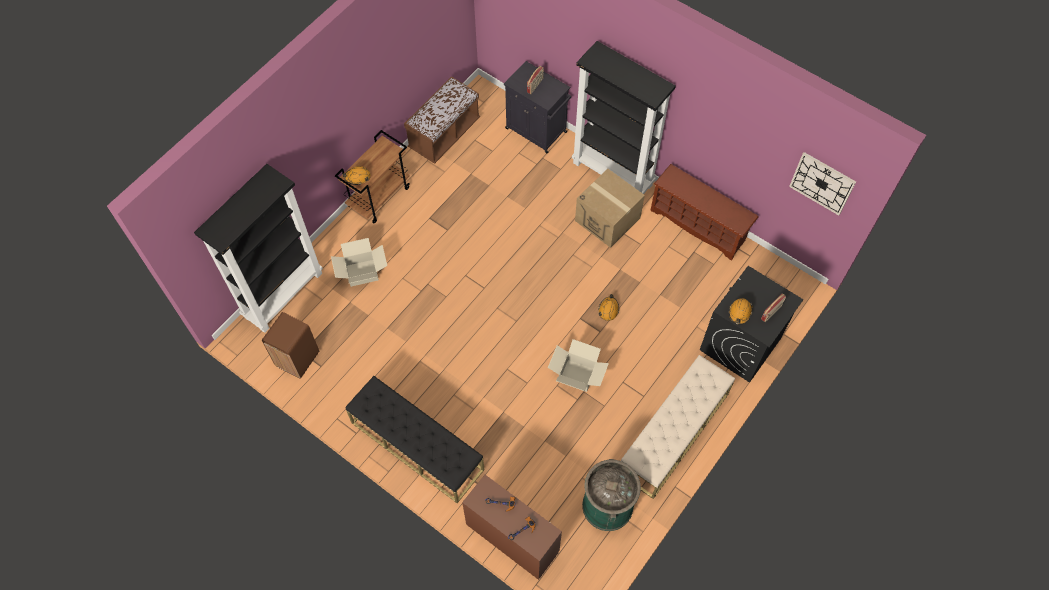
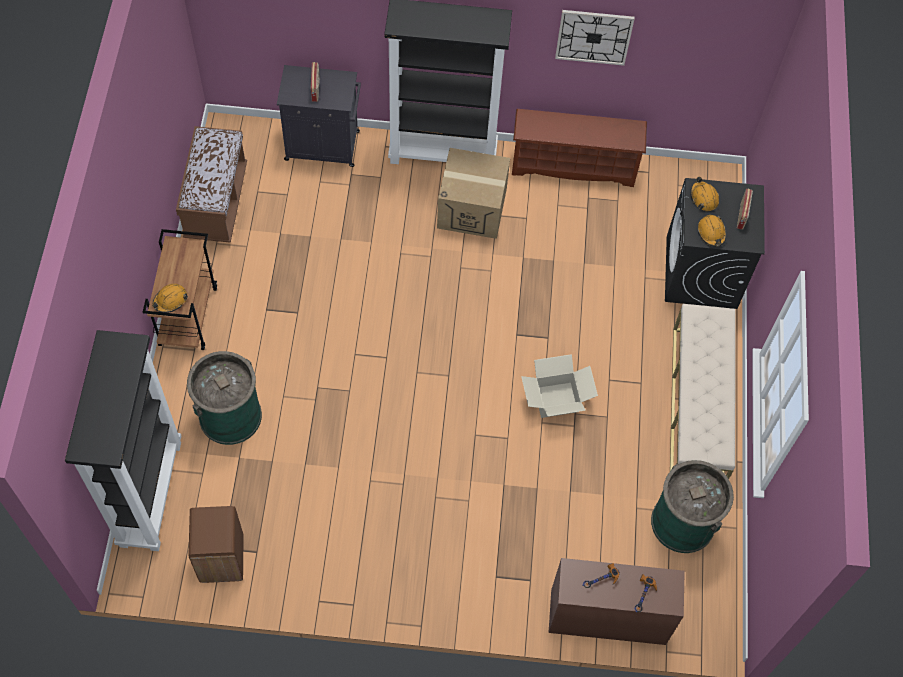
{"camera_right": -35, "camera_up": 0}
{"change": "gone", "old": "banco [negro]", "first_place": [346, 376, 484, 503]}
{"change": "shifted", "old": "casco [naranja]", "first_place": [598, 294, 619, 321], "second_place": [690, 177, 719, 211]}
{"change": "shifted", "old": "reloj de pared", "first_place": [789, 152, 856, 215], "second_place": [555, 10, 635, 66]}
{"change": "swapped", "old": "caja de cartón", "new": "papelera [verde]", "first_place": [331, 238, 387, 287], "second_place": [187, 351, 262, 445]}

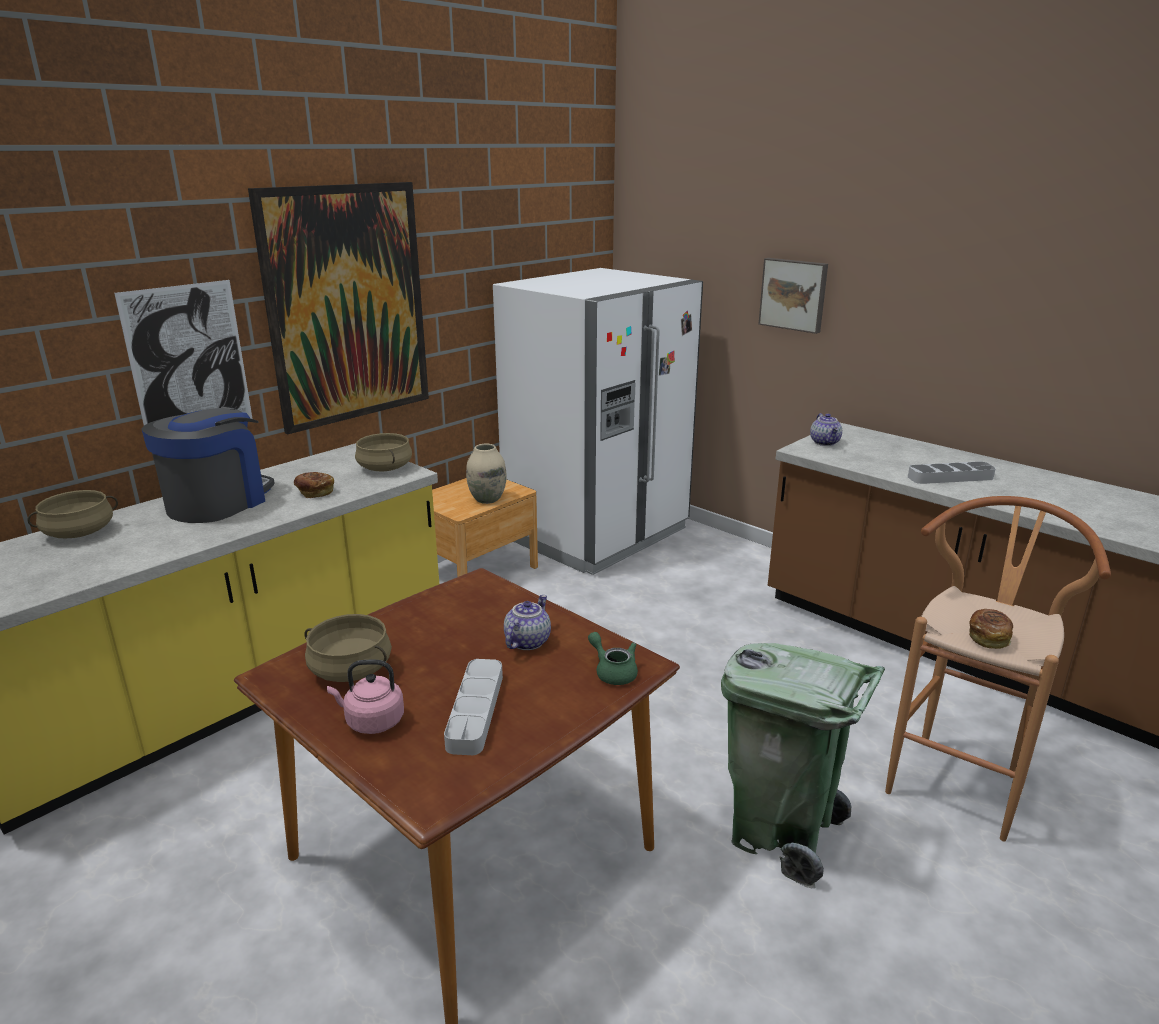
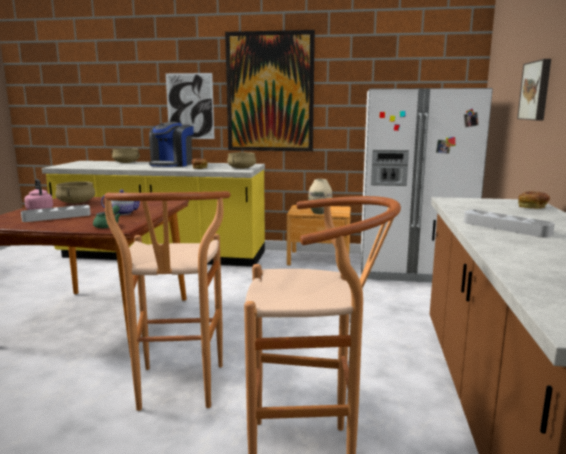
{"camera_right": 55, "camera_up": -10}
{"change": "gone", "old": "tetera", "first_place": [810, 413, 842, 446]}
{"change": "shifted", "old": "pan", "first_place": [969, 609, 1013, 649], "second_place": [518, 191, 550, 209]}
{"change": "swapped", "old": "papelera [verde]", "new": "taburete [marrón]", "first_place": [721, 643, 885, 888], "second_place": [105, 191, 231, 411]}
{"change": "rotated", "old": "cafetera", "first_place": [141, 406, 275, 523], "second_place": [149, 122, 194, 167], "degrees": 120}

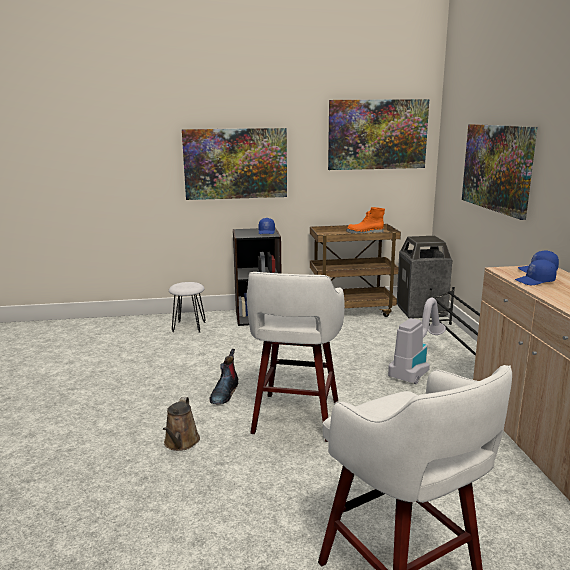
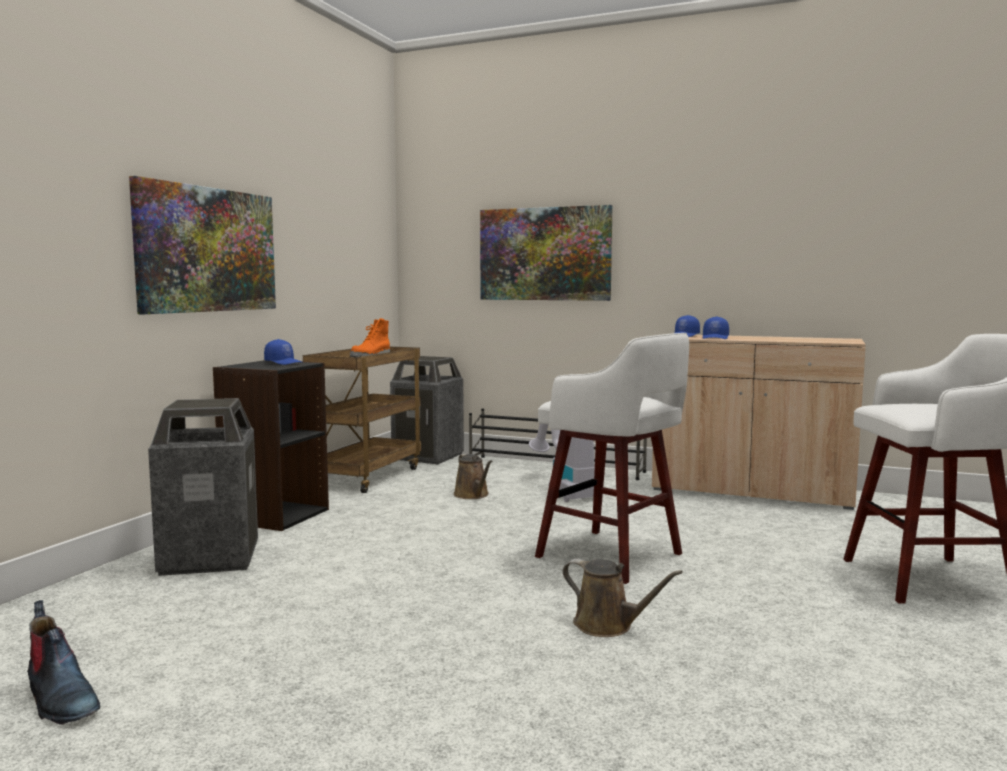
{"camera_right": -60, "camera_up": -10}
{"change": "gone", "old": "cuadro", "first_place": [328, 99, 429, 170]}
{"change": "new", "new": "regadera [marrón]", "second_place": [454, 454, 492, 499]}
{"change": "shifted", "old": "bota", "first_place": [209, 349, 238, 405], "second_place": [27, 600, 100, 725]}
{"change": "swapped", "old": "taburete [blanco]", "new": "papelera", "first_place": [169, 282, 206, 332], "second_place": [148, 398, 258, 576]}

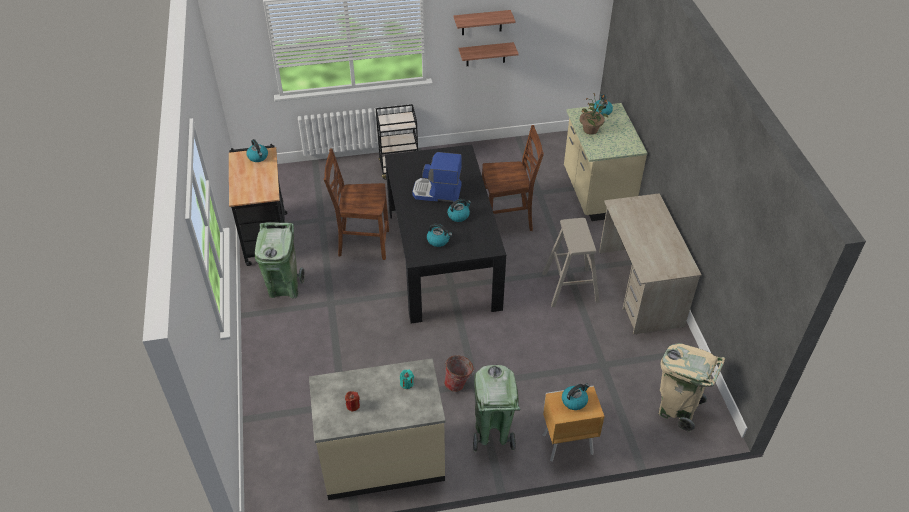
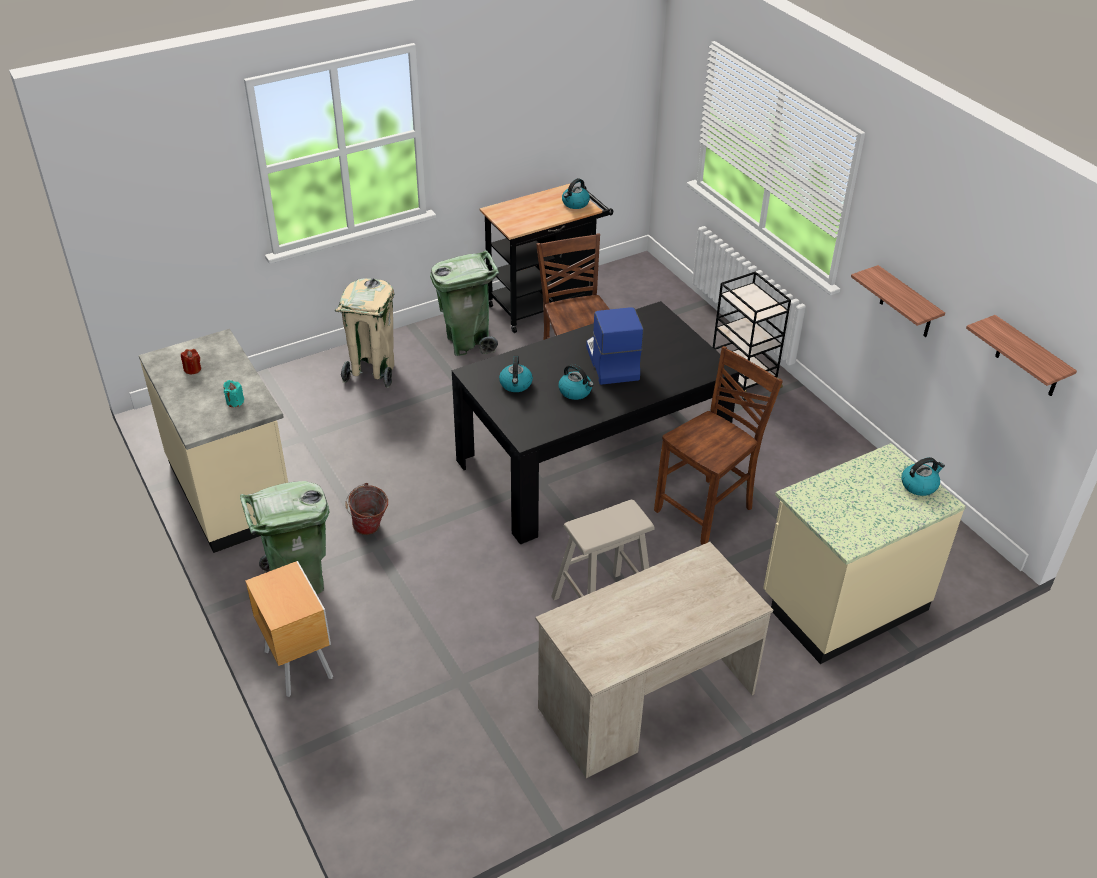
{"camera_right": 70, "camera_up": -5}
{"change": "gone", "old": "hervidor", "first_place": [562, 383, 589, 410]}
{"change": "gone", "old": "planta en maceta", "first_place": [580, 93, 608, 135]}
{"change": "shifted", "old": "estante", "first_place": [454, 10, 516, 35], "second_place": [966, 315, 1077, 396]}
{"change": "shifted", "old": "papelera [beis]", "first_place": [658, 343, 725, 432], "second_place": [335, 278, 394, 388]}
{"change": "rotated", "old": "silla [marrón]", "first_place": [482, 125, 544, 231], "second_place": [654, 346, 783, 545], "degrees": -105}

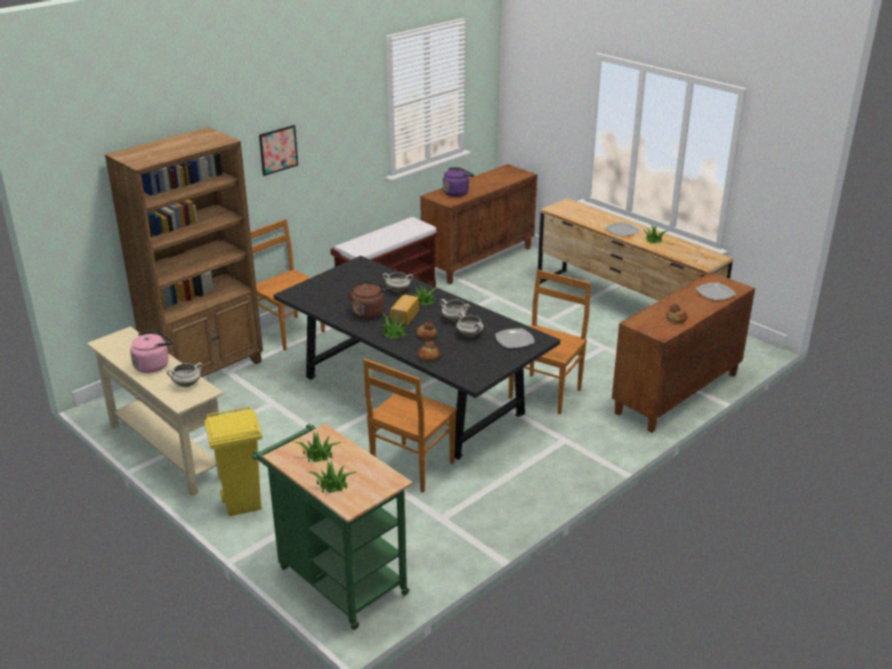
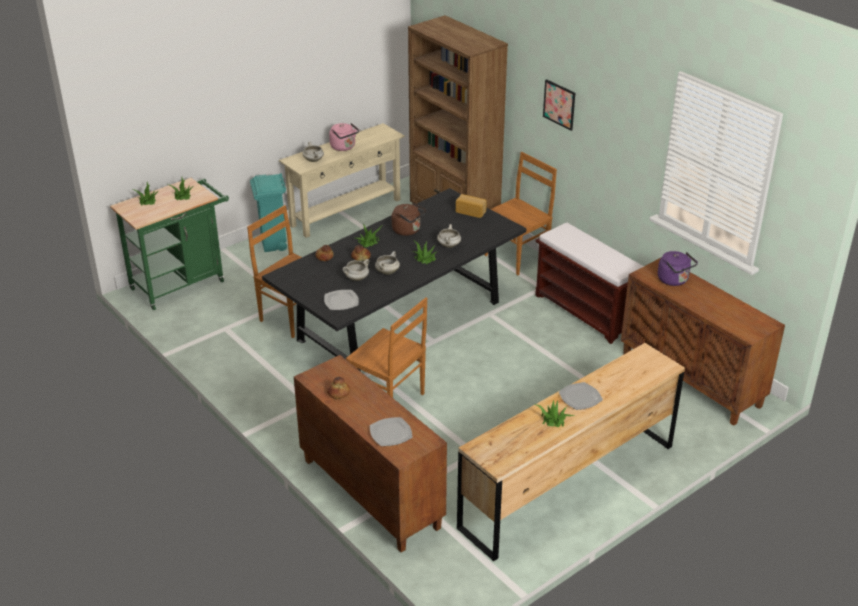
{"camera_right": 95, "camera_up": 5}
{"change": "shifted", "old": "pan", "first_place": [390, 295, 419, 325], "second_place": [456, 194, 487, 218]}
{"change": "repainted", "old": "papelera [amarillo]", "new": "papelera [turquesa]", "first_place": [204, 406, 262, 516], "second_place": [250, 173, 287, 252]}

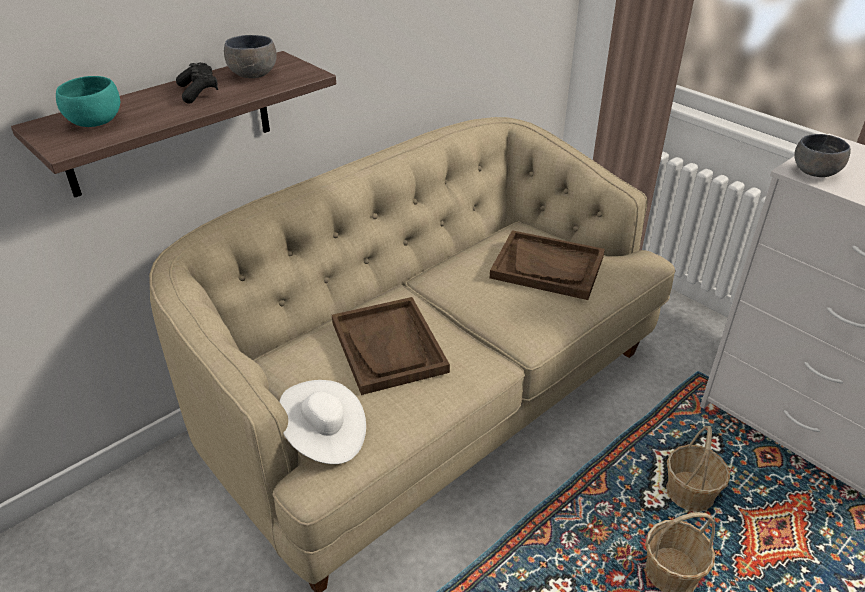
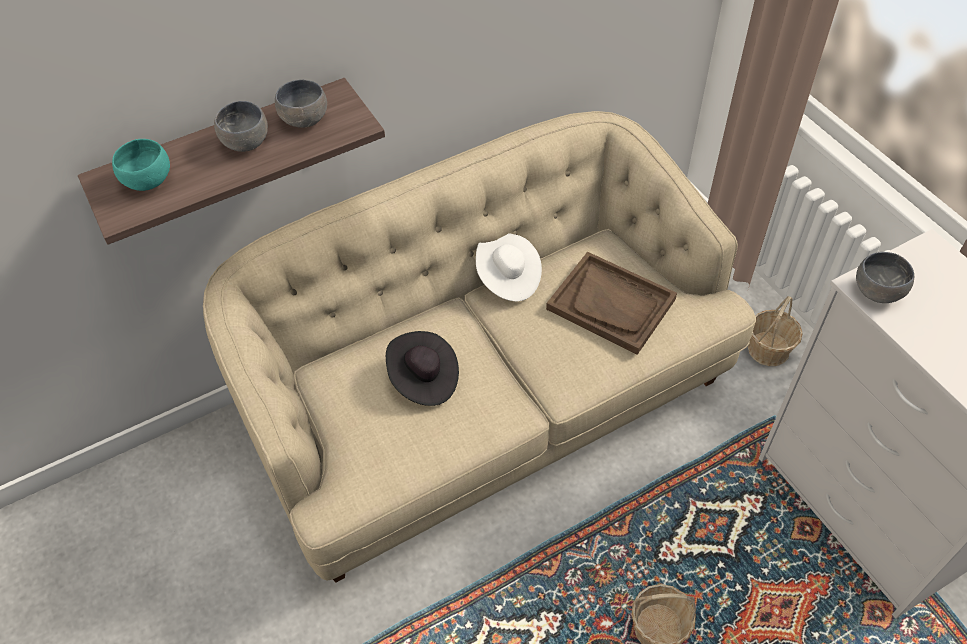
{"camera_right": 15, "camera_up": 15}
{"change": "shifted", "old": "sombrero [blanco]", "first_place": [280, 380, 366, 464], "second_place": [476, 233, 542, 301]}
{"change": "shifted", "old": "cesta", "first_place": [666, 426, 730, 512], "second_place": [748, 296, 803, 366]}
{"change": "swapped", "old": "mando de consola [negro]", "new": "cuenco [gris]", "first_place": [176, 62, 218, 104], "second_place": [214, 101, 268, 152]}
{"change": "swapped", "old": "bandeja [marrón]", "new": "sombrero [negro]", "first_place": [332, 297, 450, 395], "second_place": [386, 331, 459, 406]}

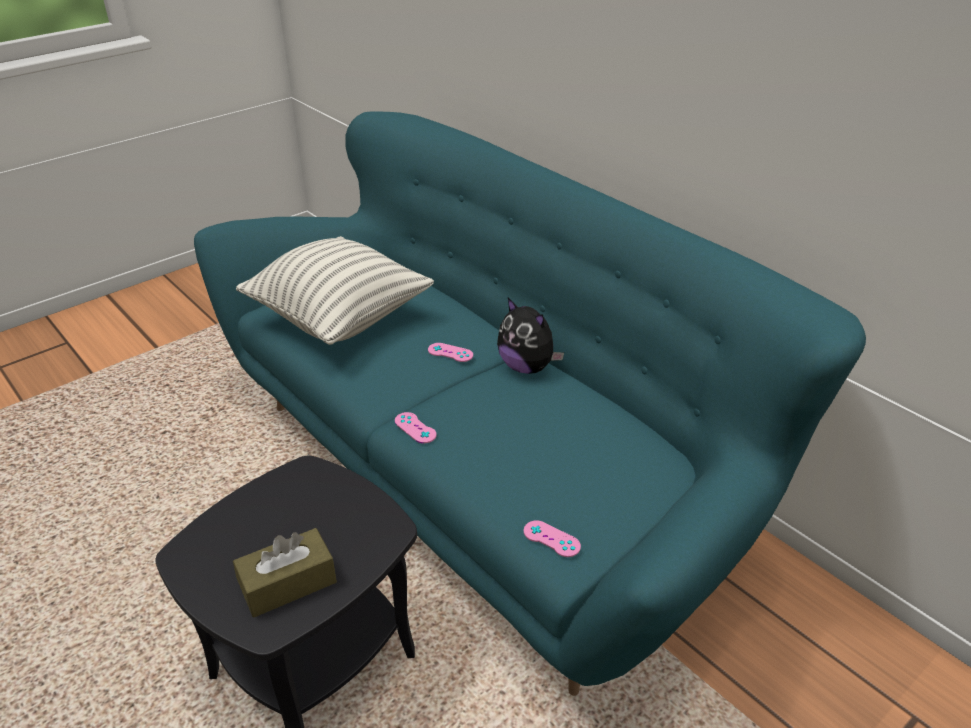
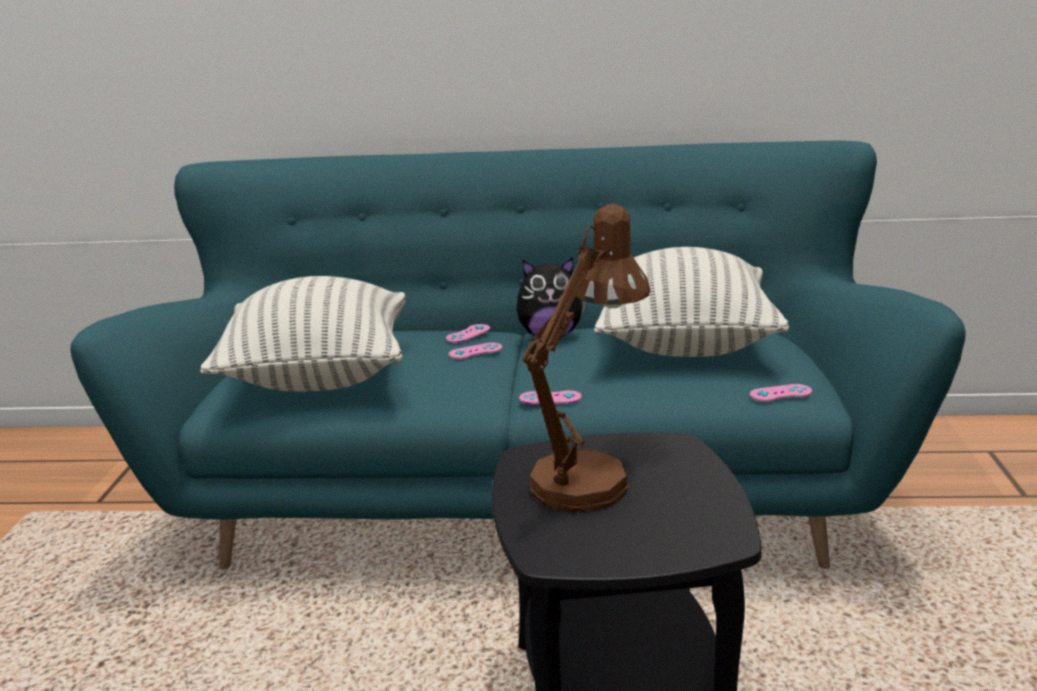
{"camera_right": -45, "camera_up": -15}
{"change": "gone", "old": "caja de pañuelos [marrón]", "first_place": [233, 528, 337, 618]}
{"change": "new", "new": "mando de consola [rosa]", "second_place": [446, 324, 490, 343]}
{"change": "new", "new": "lámpara de mesa [marrón]", "second_place": [522, 204, 650, 512]}
{"change": "new", "new": "cojín", "second_place": [594, 247, 789, 357]}

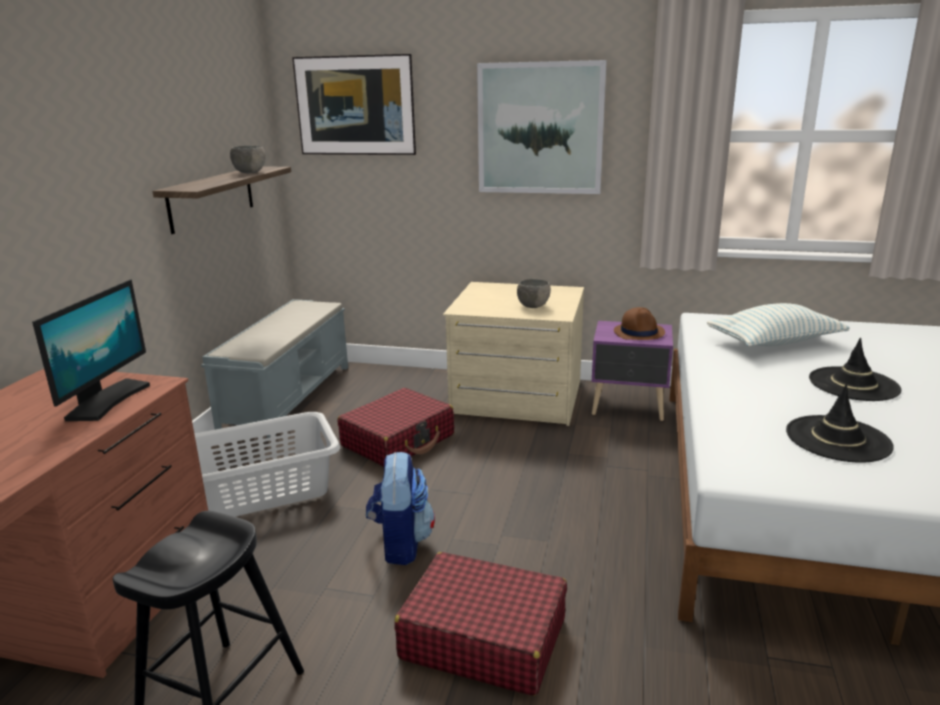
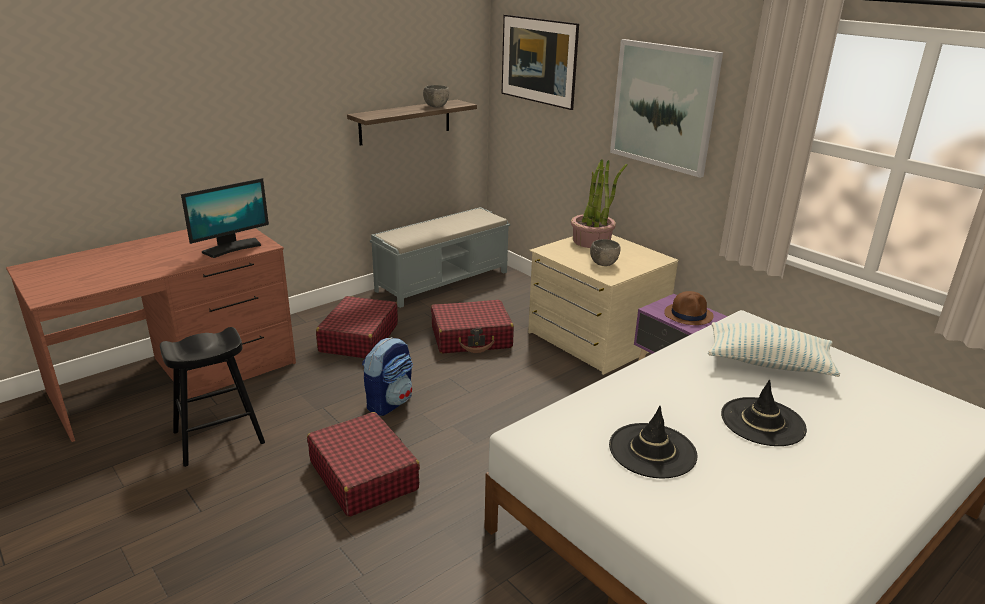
{"camera_right": 35, "camera_up": 5}
{"change": "new", "new": "planta en maceta", "second_place": [571, 159, 628, 248]}
{"change": "swapped", "old": "cesto de la ropa [gris]", "new": "maleta [rojo]", "first_place": [195, 412, 340, 517], "second_place": [316, 296, 398, 358]}

